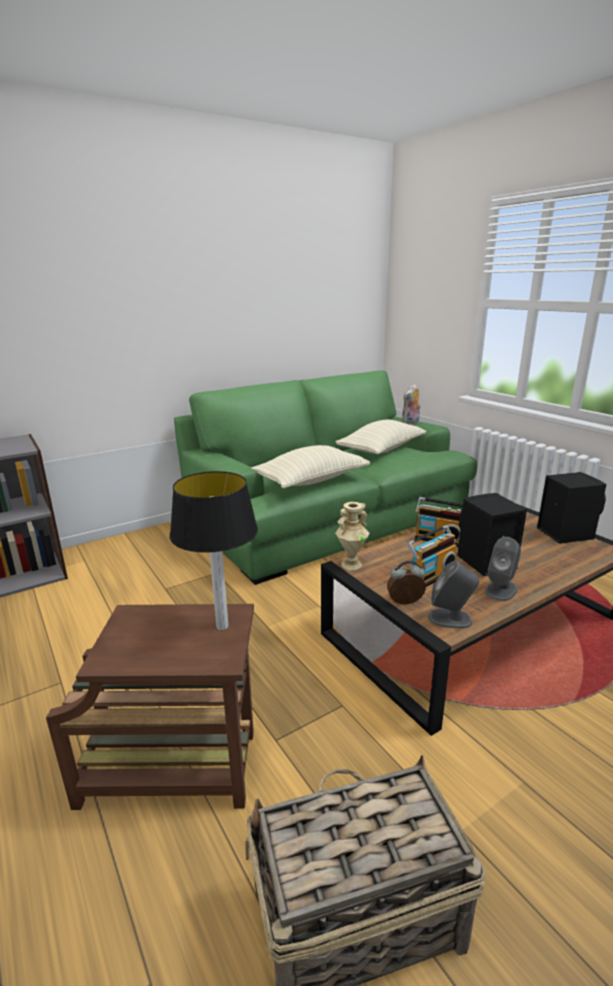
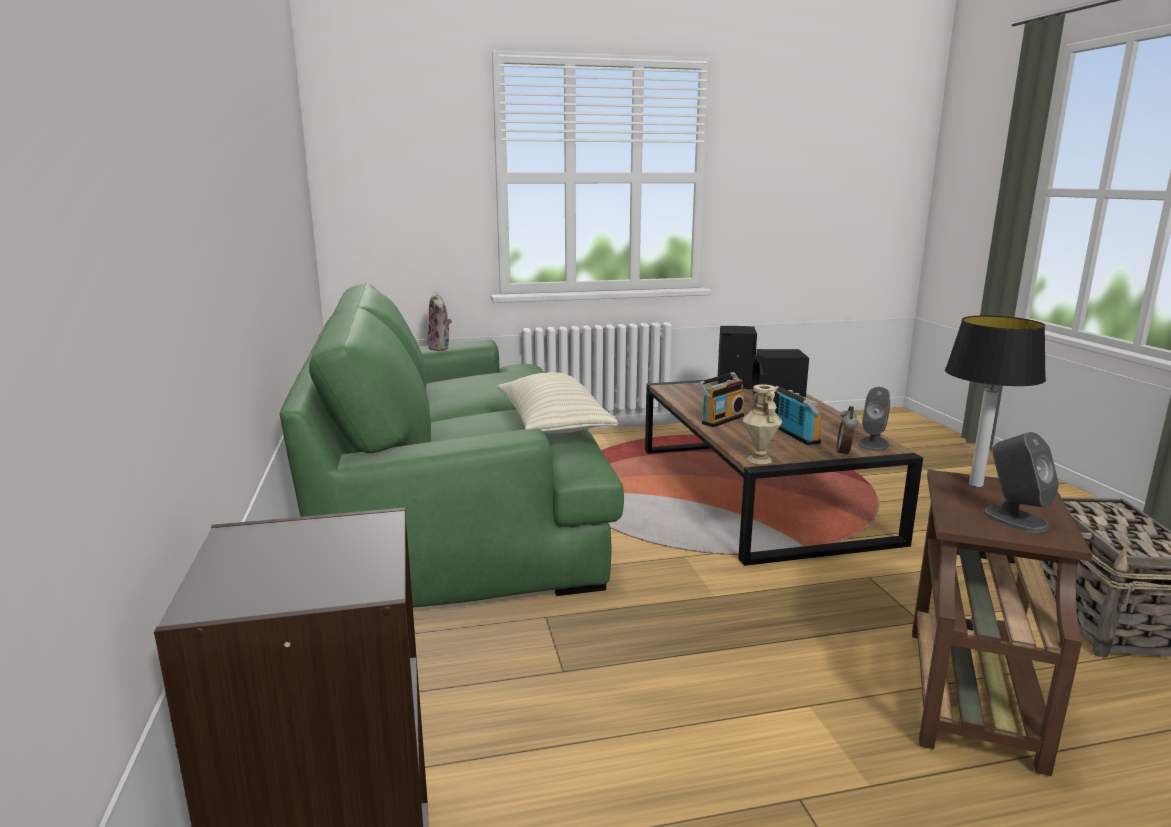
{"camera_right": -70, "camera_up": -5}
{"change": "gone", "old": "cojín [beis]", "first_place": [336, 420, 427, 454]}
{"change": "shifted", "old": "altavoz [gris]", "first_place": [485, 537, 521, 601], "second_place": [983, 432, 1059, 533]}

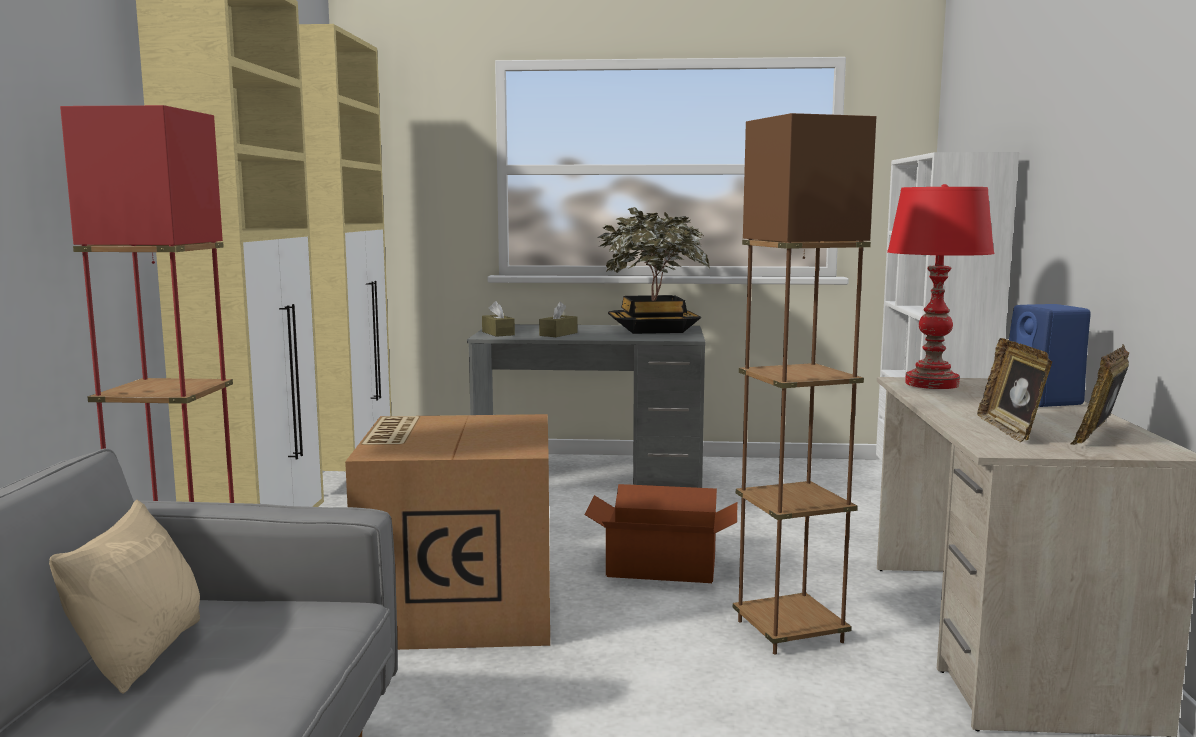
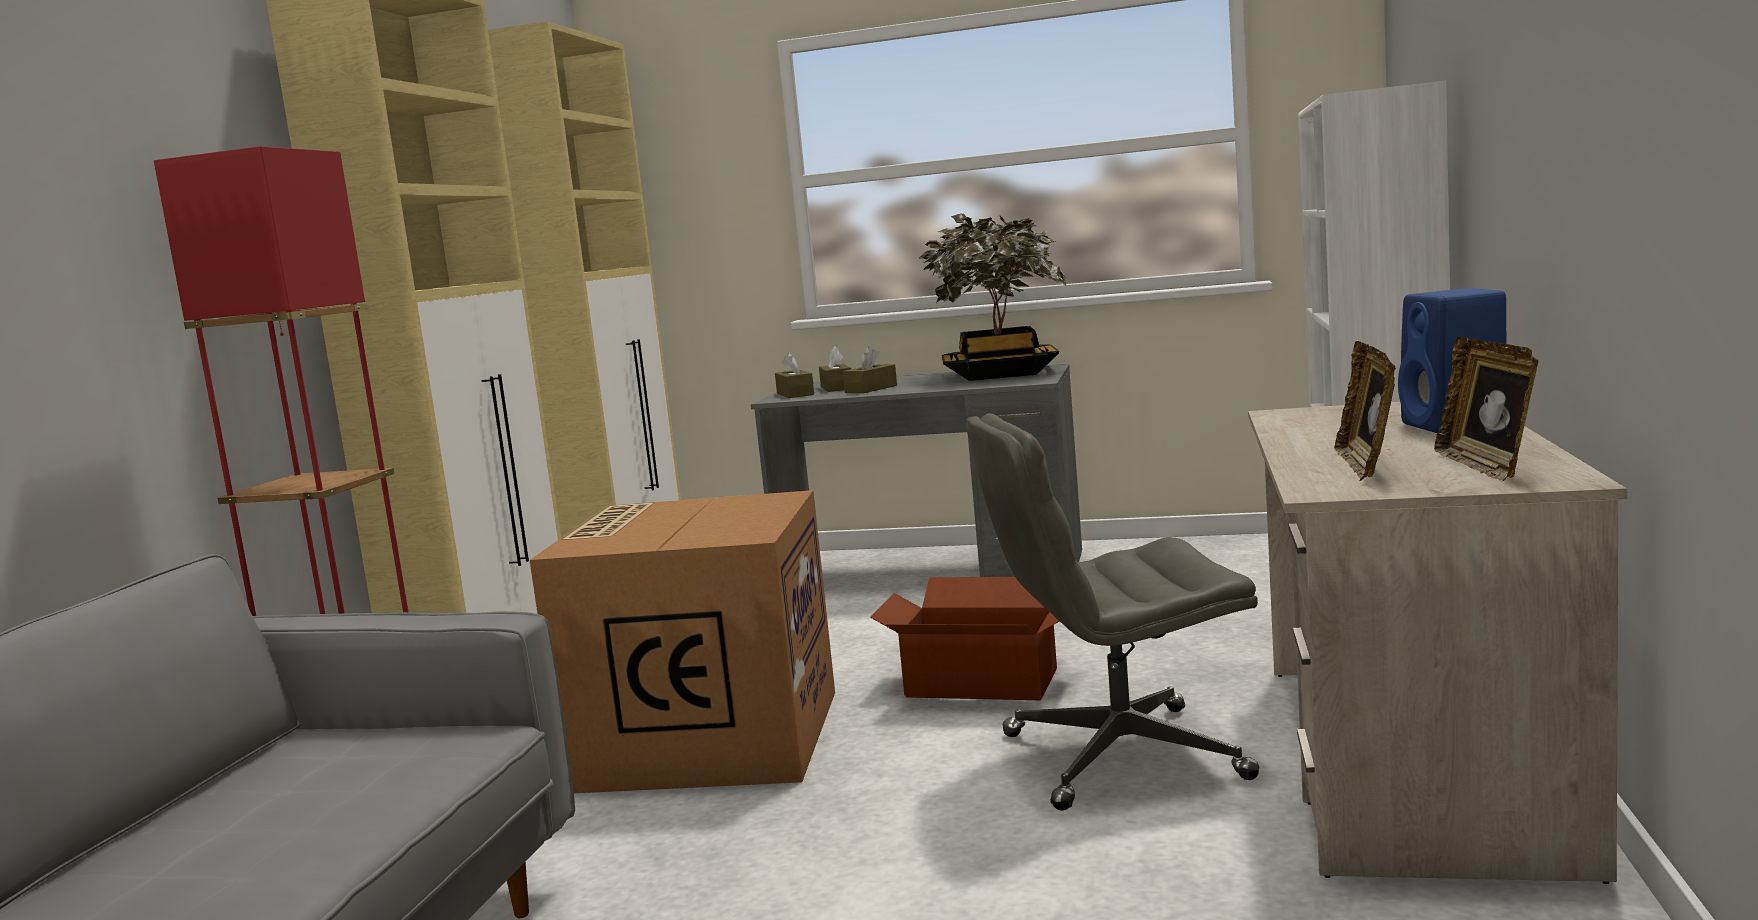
{"camera_right": 10, "camera_up": 0}
{"change": "gone", "old": "cojín [beis]", "first_place": [49, 500, 200, 693]}
{"change": "gone", "old": "lámpara de mesa [rojo]", "first_place": [887, 184, 995, 389]}
{"change": "new", "new": "caja de pañuelos [marrón]", "second_place": [819, 346, 851, 392]}
{"change": "swapped", "old": "lámpara de pie [marrón]", "new": "silla de oficina [gris]", "first_place": [733, 113, 876, 654], "second_place": [966, 413, 1259, 811]}
{"change": "rotated", "old": "portarretratos", "first_place": [1071, 344, 1129, 445], "second_place": [1434, 337, 1538, 482], "degrees": -45}

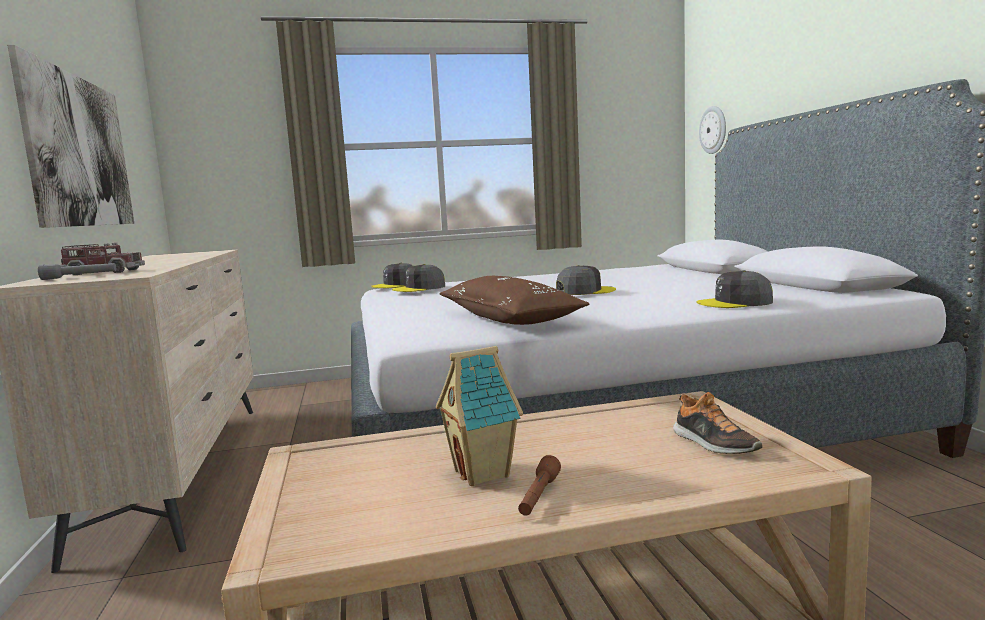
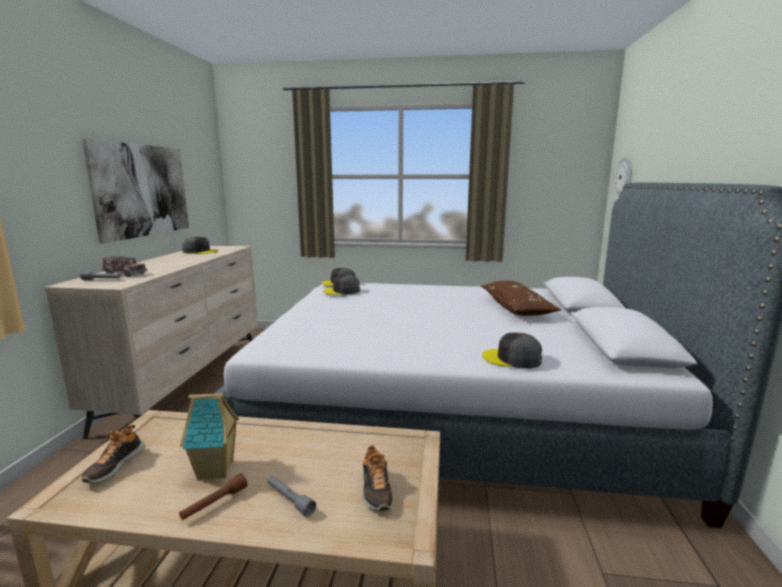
{"camera_right": 20, "camera_up": 5}
{"change": "new", "new": "zapato", "second_place": [82, 425, 145, 483]}
{"change": "new", "new": "linterna [gris]", "second_place": [267, 476, 316, 517]}
{"change": "shifted", "old": "cojín [marrón]", "first_place": [439, 276, 590, 325], "second_place": [481, 281, 561, 316]}
{"change": "shifted", "old": "gorra [gris]", "first_place": [556, 265, 616, 295], "second_place": [182, 236, 219, 254]}

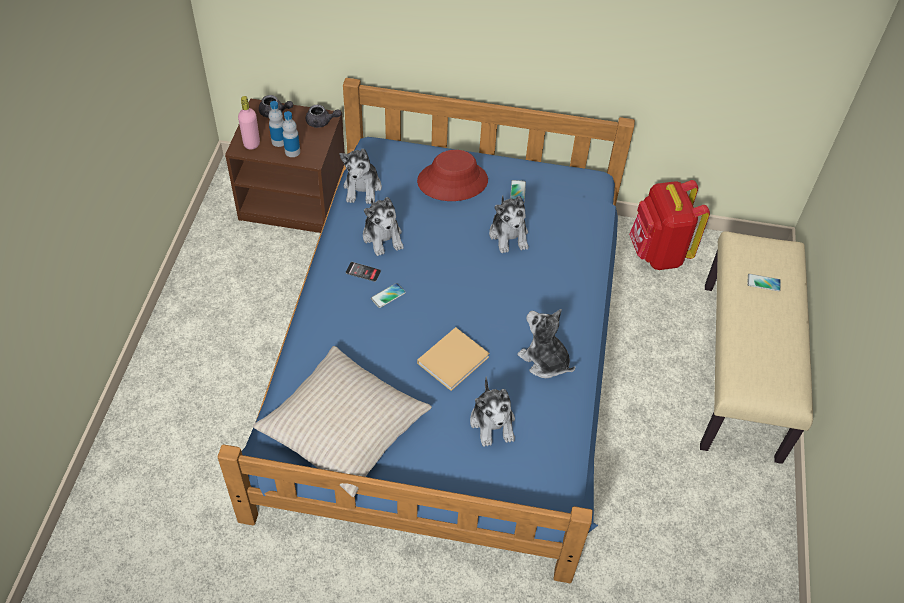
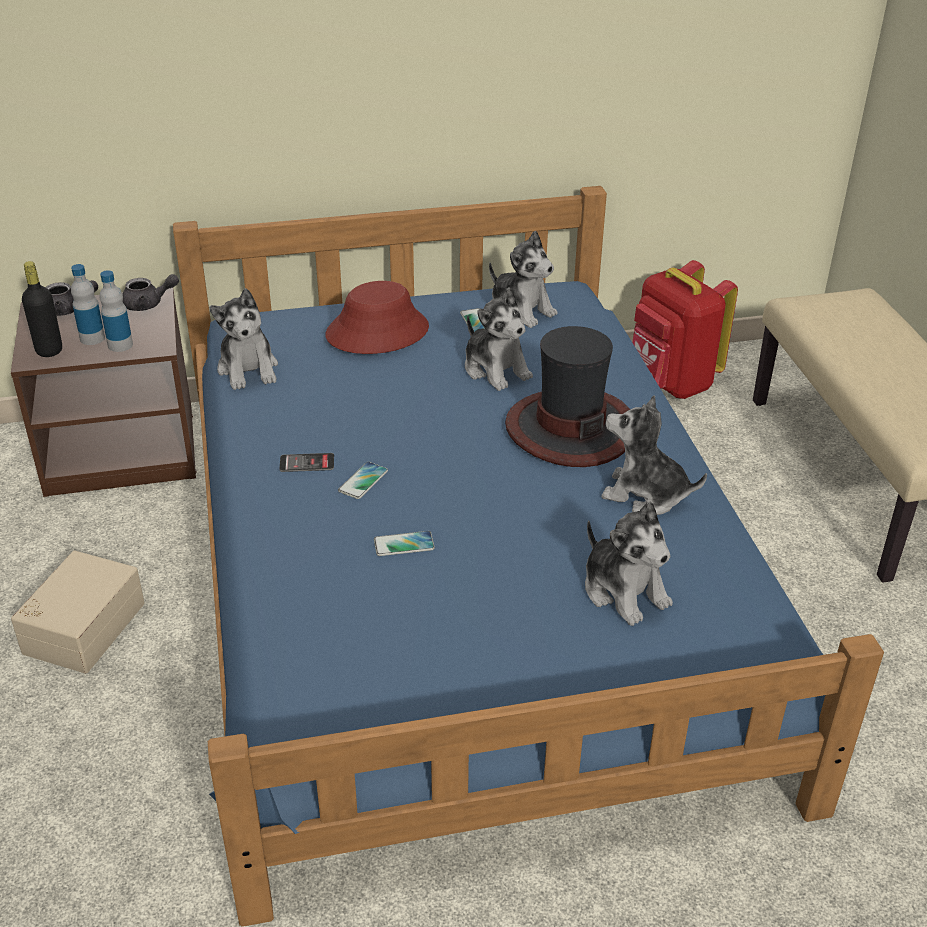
{"camera_right": -20, "camera_up": -15}
{"change": "gone", "old": "cojín [beis]", "first_place": [253, 346, 432, 497]}
{"change": "gone", "old": "libro [beis]", "first_place": [417, 327, 490, 391]}
{"change": "new", "new": "caja de almacenaje [beis]", "second_place": [11, 551, 145, 673]}
{"change": "new", "new": "sombrero", "second_place": [505, 326, 630, 467]}
{"change": "shifted", "old": "peluche", "first_place": [363, 197, 404, 256], "second_place": [489, 230, 557, 328]}
{"change": "shifted", "old": "móvil", "first_place": [747, 274, 781, 291], "second_place": [374, 531, 435, 556]}
{"change": "repainted", "old": "botella [rosa]", "new": "botella [negro]", "first_place": [238, 96, 260, 150], "second_place": [22, 261, 62, 357]}

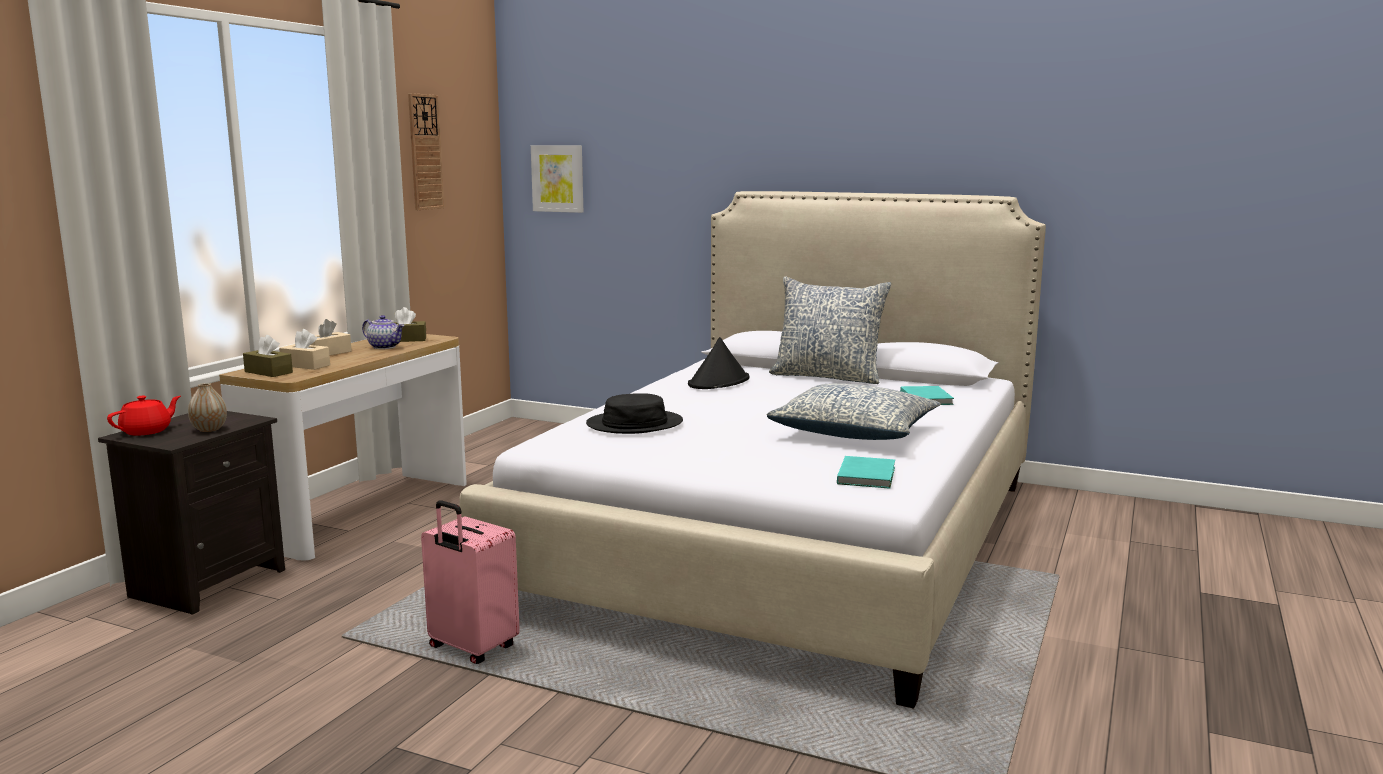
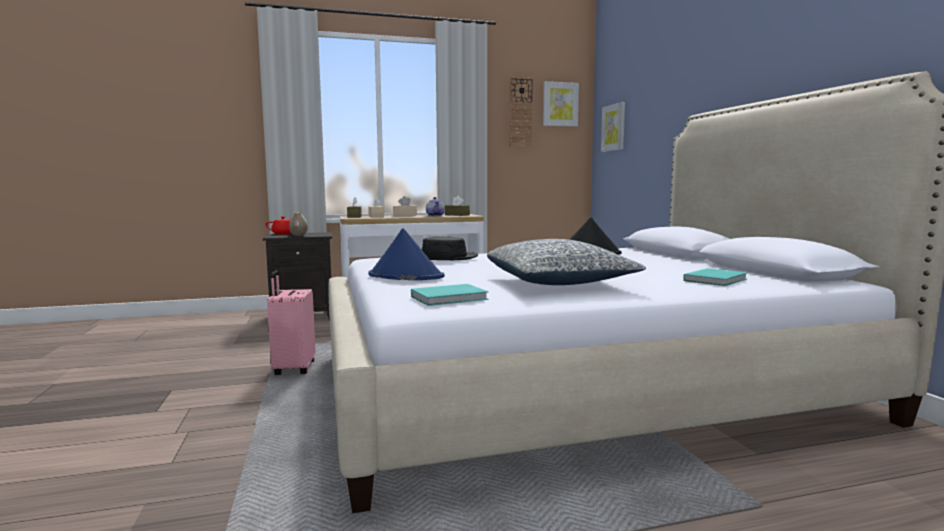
{"camera_right": 50, "camera_up": -5}
{"change": "gone", "old": "cojín", "first_place": [769, 276, 891, 384]}
{"change": "new", "new": "sombrero [azul]", "second_place": [369, 228, 445, 280]}
{"change": "new", "new": "cuadro", "second_place": [543, 81, 579, 127]}

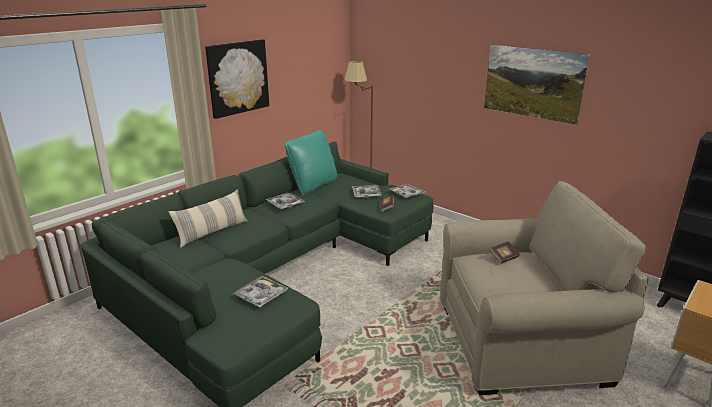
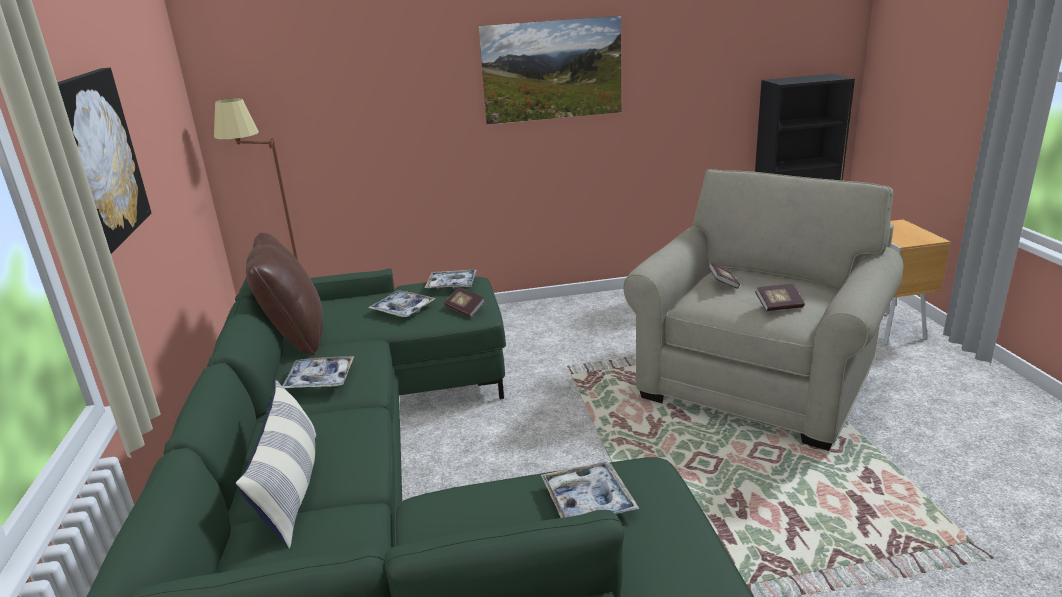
{"camera_right": -50, "camera_up": 0}
{"change": "new", "new": "libro", "second_place": [755, 284, 805, 311]}
{"change": "repainted", "old": "cojín [turquesa]", "new": "cojín [marrón]", "first_place": [285, 130, 337, 195], "second_place": [246, 232, 323, 355]}

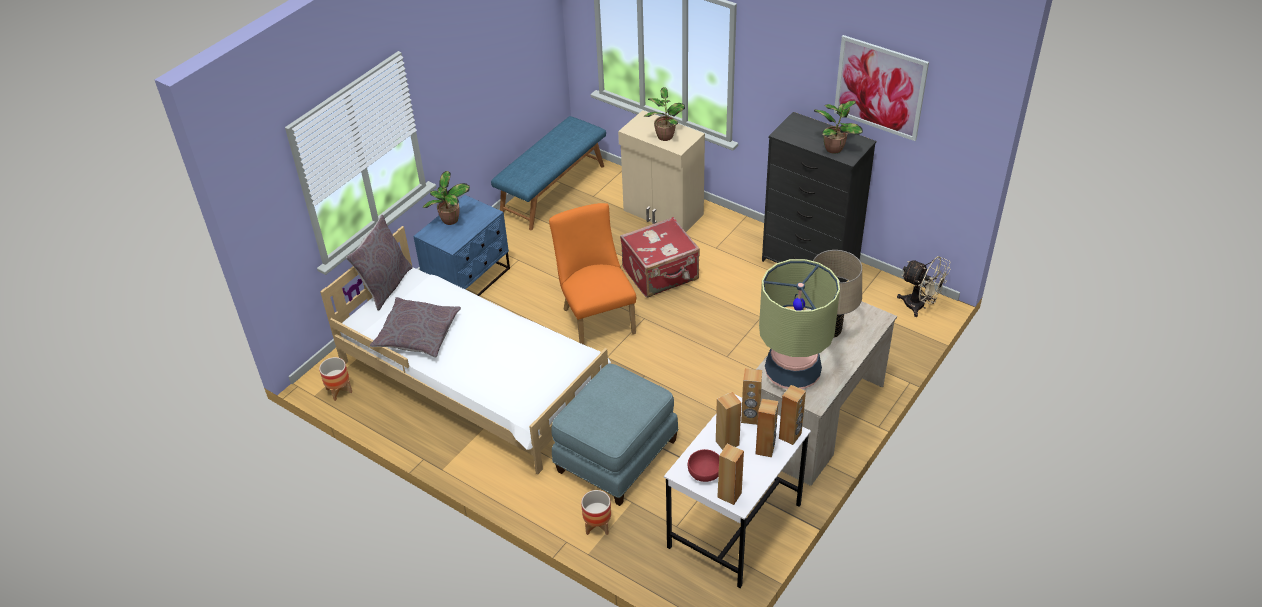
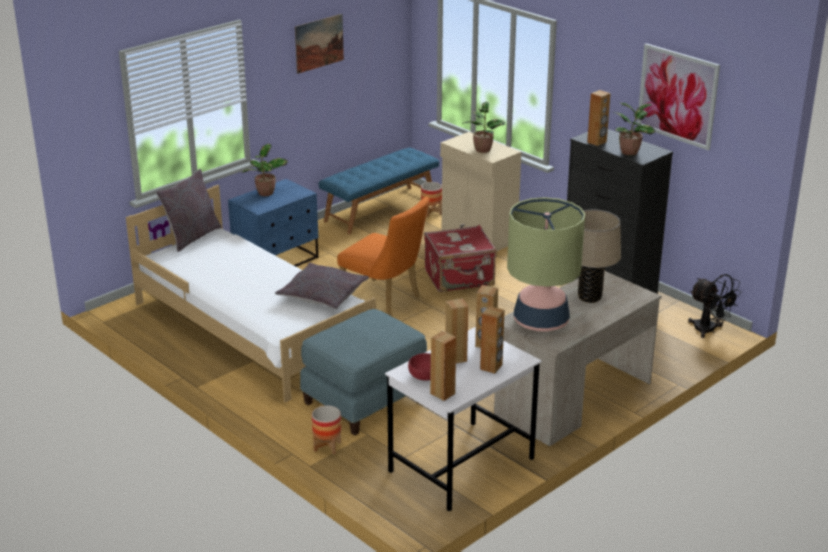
{"camera_right": 10, "camera_up": -15}
{"change": "new", "new": "cuadro", "second_place": [295, 14, 344, 74]}
{"change": "shifted", "old": "maceta", "first_place": [319, 357, 352, 401], "second_place": [421, 182, 442, 217]}
{"change": "shifted", "old": "cojín [gris]", "first_place": [370, 297, 461, 357], "second_place": [275, 263, 369, 309]}
{"change": "shifted", "old": "altavoz [marrón]", "first_place": [779, 385, 806, 445], "second_place": [587, 90, 611, 146]}
{"change": "repainted", "old": "ventilador [beis]", "new": "ventilador [negro]", "first_place": [897, 256, 951, 317], "second_place": [688, 274, 742, 338]}
{"change": "rotated", "old": "silla [naranja]", "first_place": [549, 203, 636, 345], "second_place": [337, 197, 429, 316], "degrees": 135}

